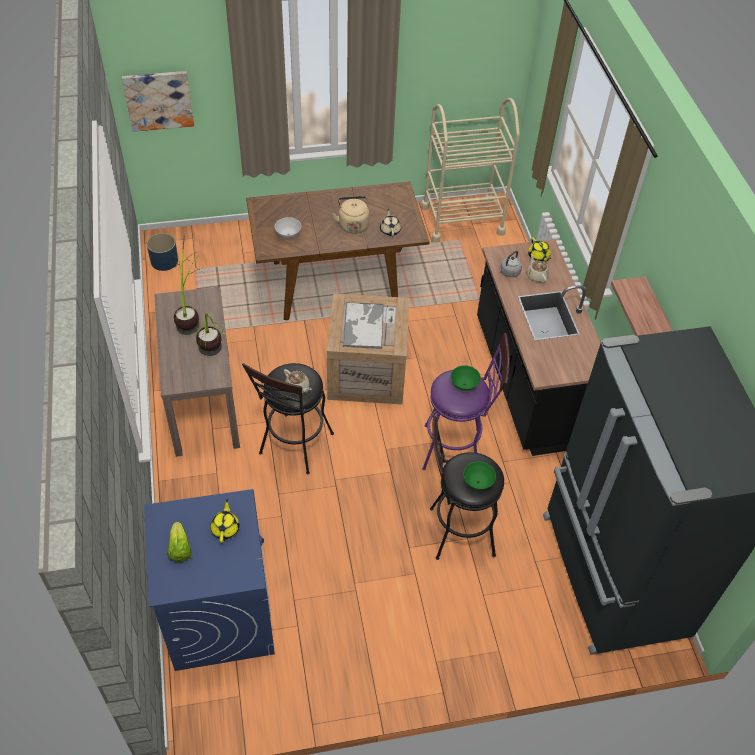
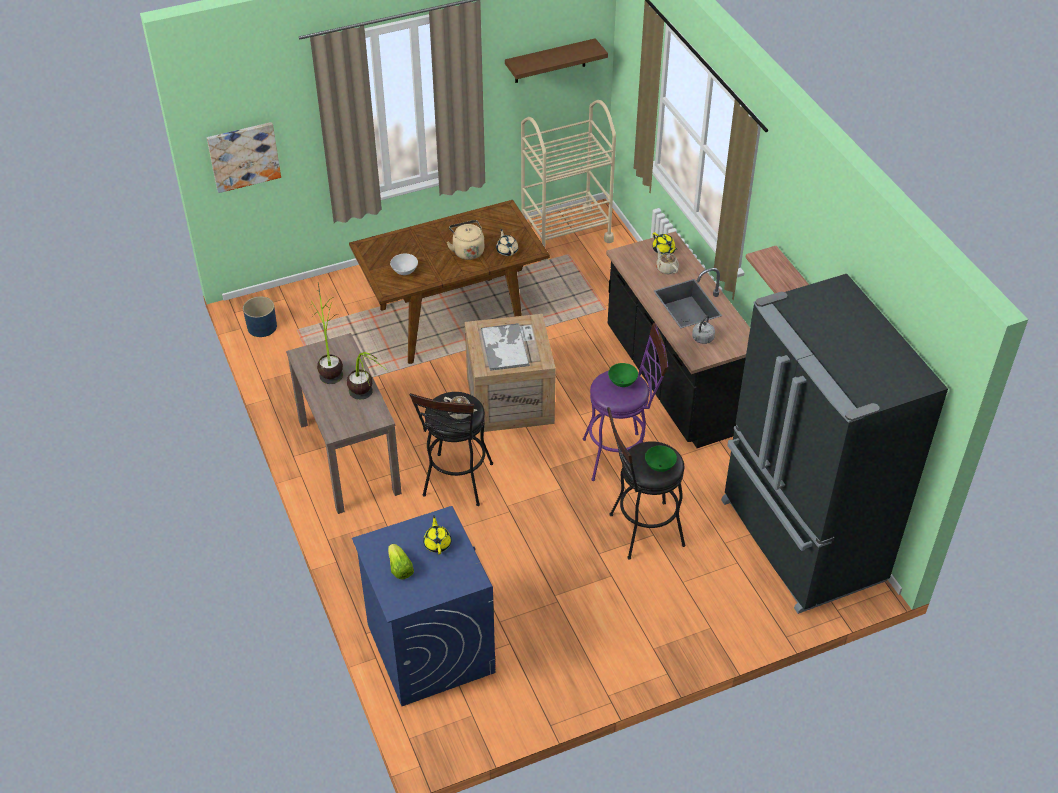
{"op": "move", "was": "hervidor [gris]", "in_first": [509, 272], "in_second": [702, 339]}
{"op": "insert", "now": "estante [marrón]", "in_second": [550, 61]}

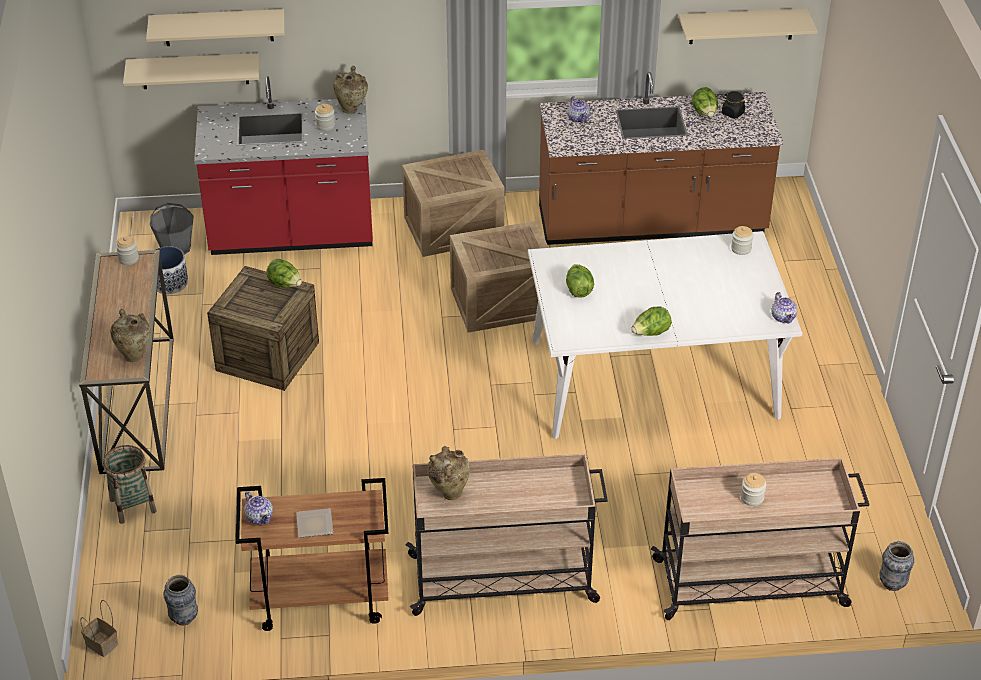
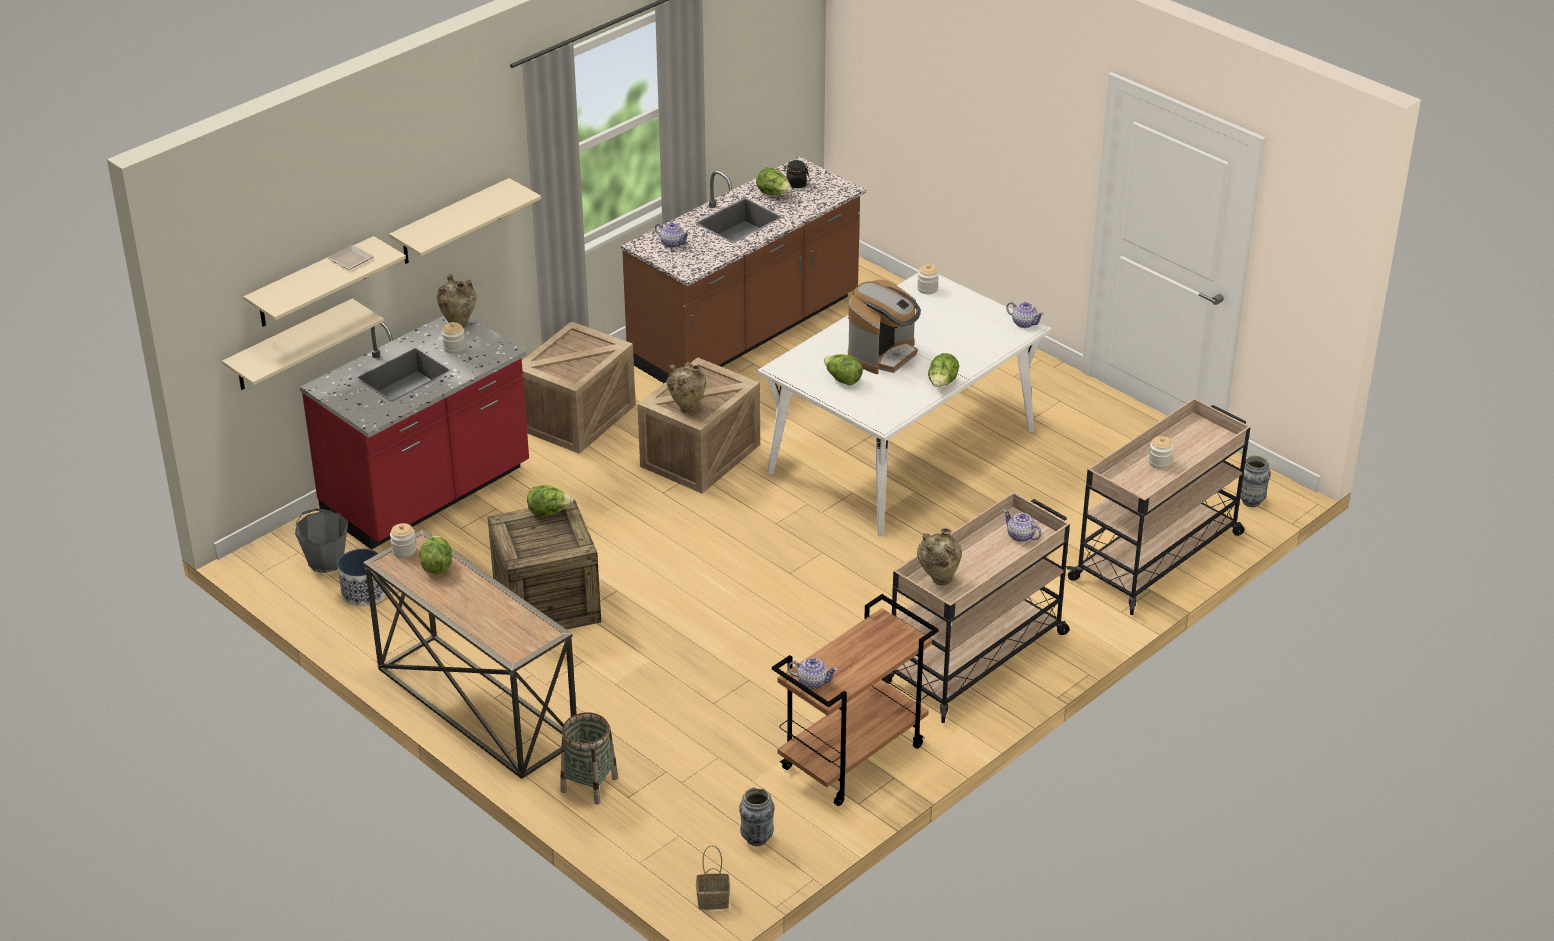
{"op": "move", "was": "estante [beis]", "in_first": [741, 26], "in_second": [451, 222]}
{"op": "move", "was": "florero [beis]", "in_first": [134, 355], "in_second": [687, 408]}
{"op": "move", "was": "plato", "in_first": [316, 525], "in_second": [352, 259]}
{"op": "insert", "now": "cafetera", "in_second": [883, 354]}
{"op": "insert", "now": "tetera", "in_second": [1021, 536]}
{"op": "insert", "now": "lechuga", "in_second": [436, 566]}

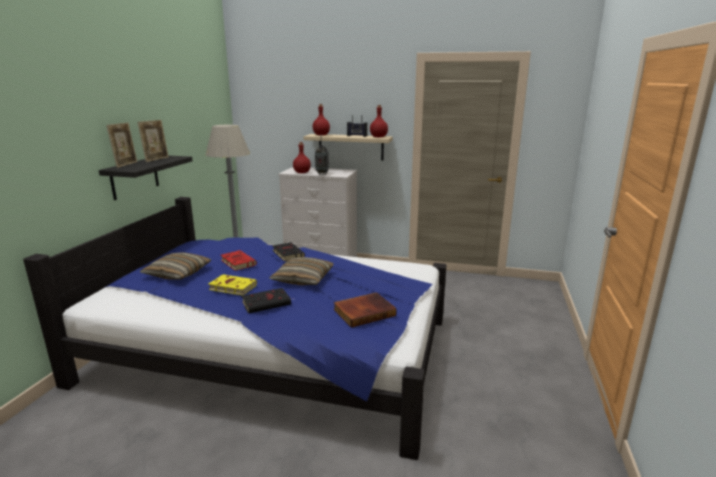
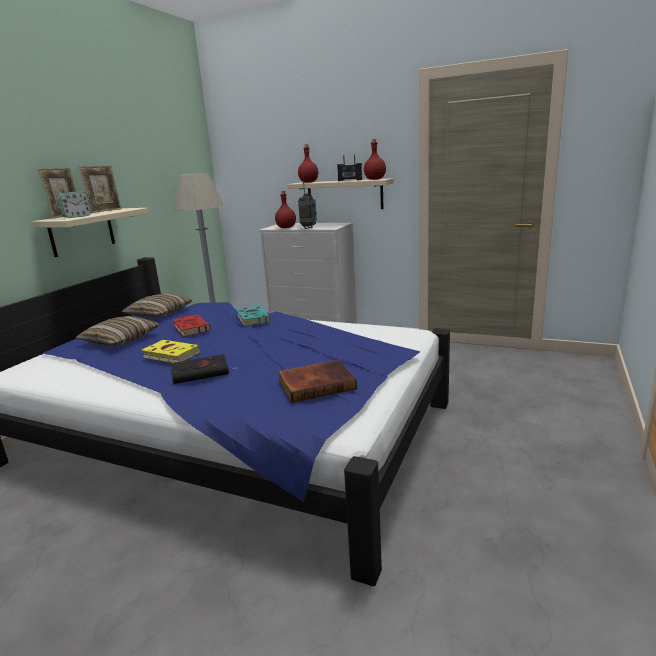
{"op": "recolor", "was": "estante [negro]", "now": "estante [beis]", "in_first": [134, 177], "in_second": [82, 232]}
{"op": "recolor", "was": "libro [negro]", "now": "libro [turquesa]", "in_first": [287, 253], "in_second": [252, 318]}
{"op": "move", "was": "cojín", "in_first": [303, 279], "in_second": [159, 313]}
{"op": "insert", "now": "despertador", "in_second": [77, 216]}

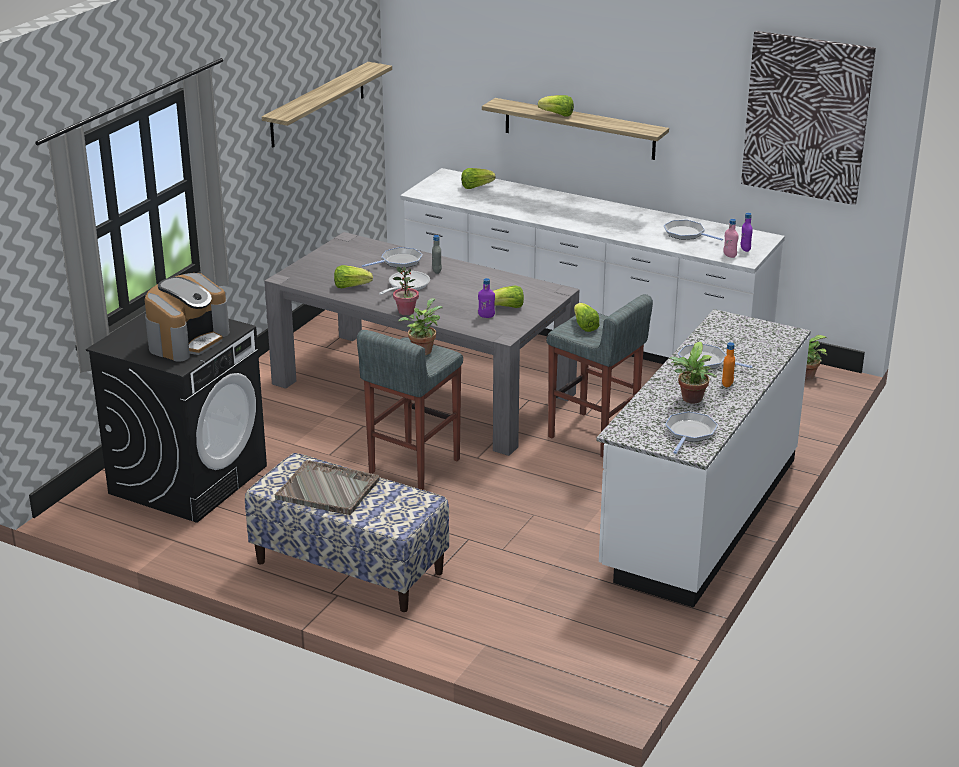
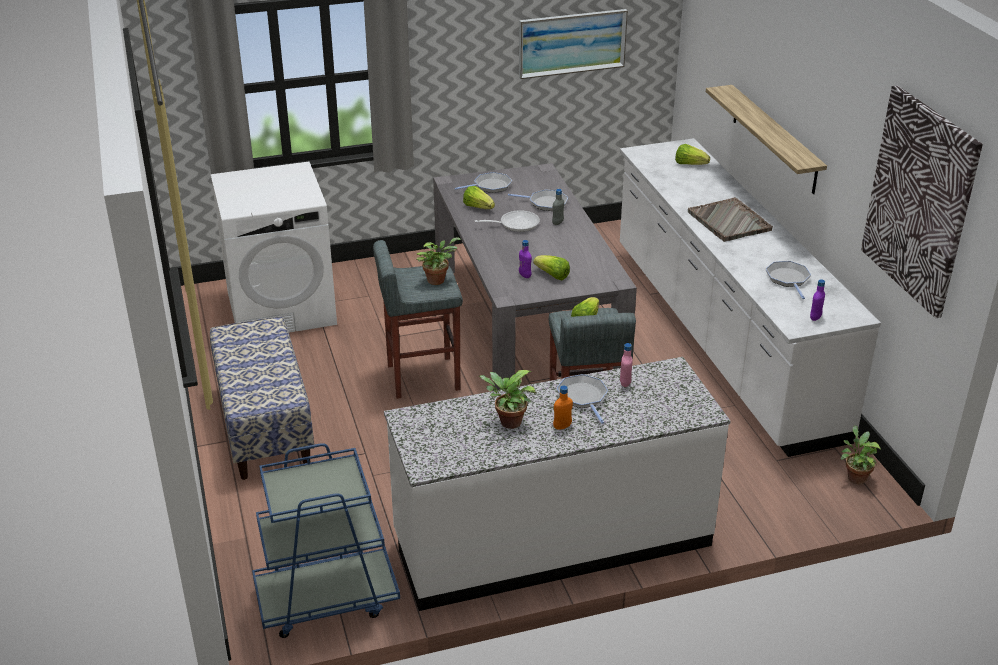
{"op": "replace", "was": "estante", "now": "cuadro", "in_first": [318, 104], "in_second": [572, 43]}
{"op": "delete", "was": "lechuga", "in_first": [557, 115]}
{"op": "move", "was": "botella [rosa]", "in_first": [729, 255], "in_second": [625, 383]}
{"op": "delete", "was": "planta en maceta", "in_first": [406, 312]}
{"op": "delete", "was": "cafetera", "in_first": [187, 340]}
{"op": "recolor", "was": "lavadora [negro]", "now": "lavadora [blanco]", "in_first": [189, 479], "in_second": [282, 308]}
{"op": "move", "was": "sartén", "in_first": [689, 433], "in_second": [490, 186]}
{"op": "move", "was": "bandeja [gris]", "in_first": [328, 490], "in_second": [729, 221]}
{"op": "insert", "now": "carrito [azul]", "in_second": [326, 599]}

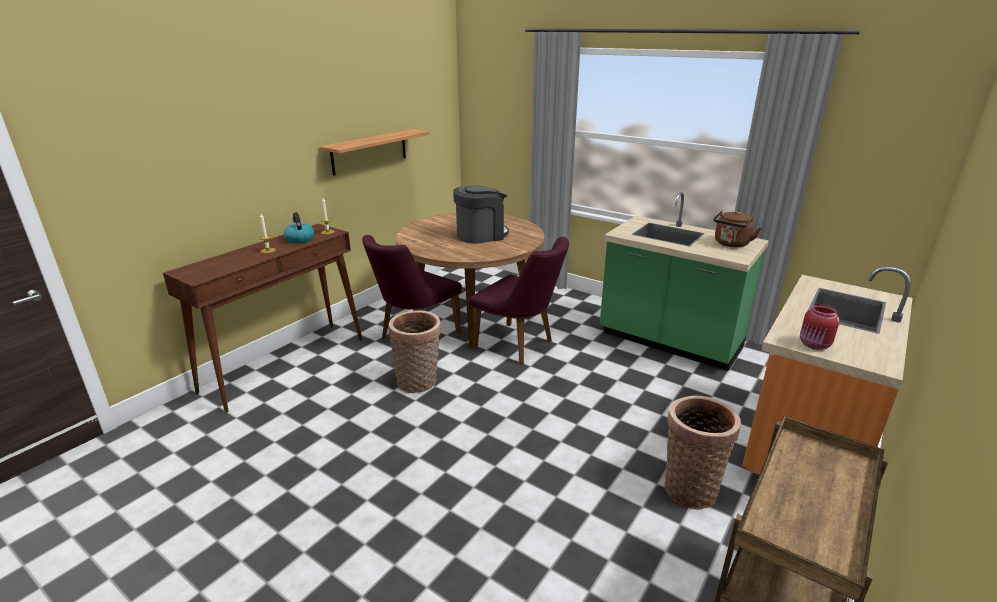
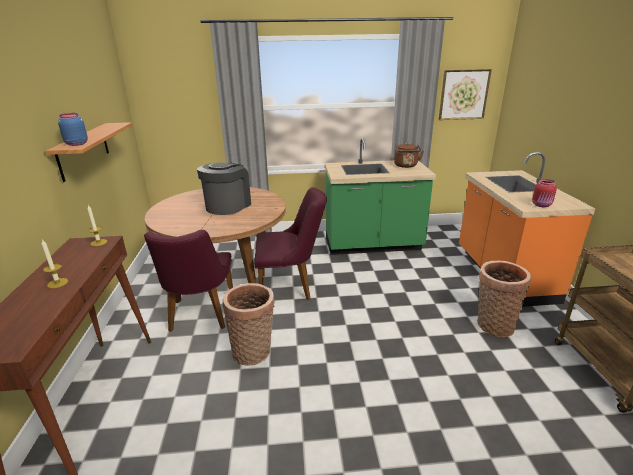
{"op": "delete", "was": "hervidor", "in_first": [299, 239]}
{"op": "insert", "now": "cuadro", "in_second": [463, 95]}
{"op": "insert", "now": "tarro [azul]", "in_second": [76, 144]}

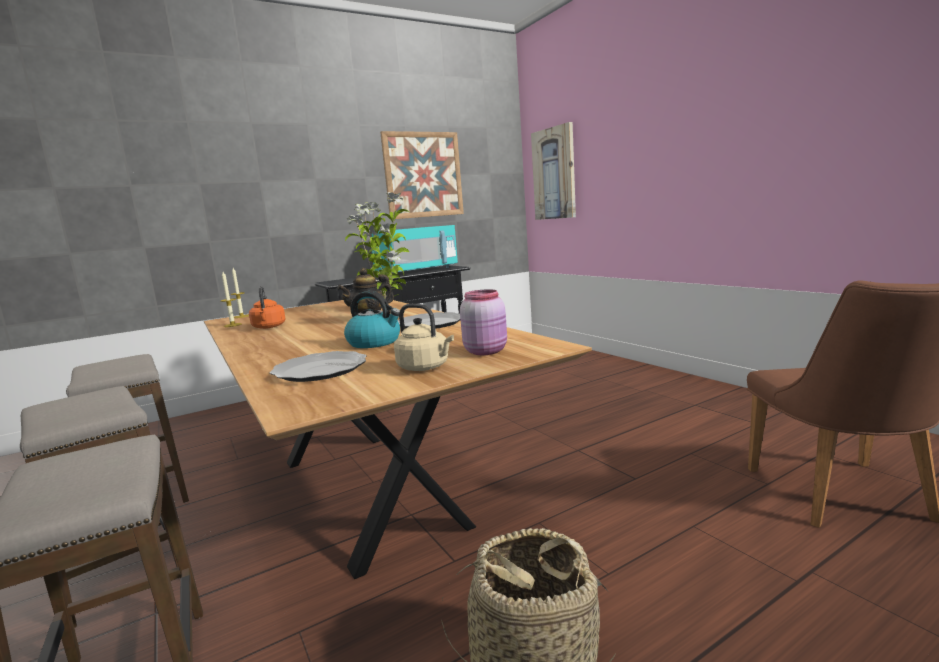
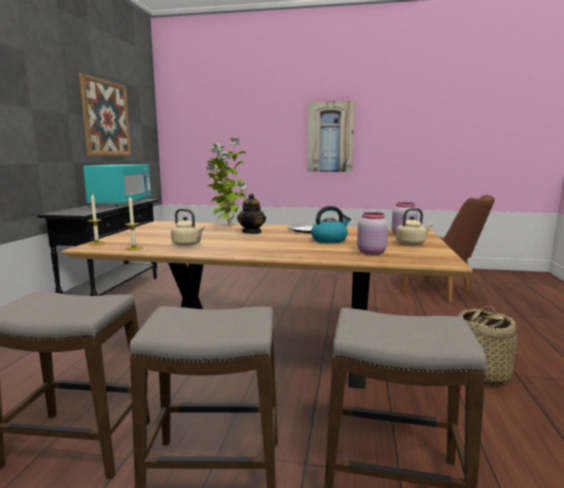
{"op": "move", "was": "cuadro", "in_first": [554, 174], "in_second": [330, 137]}
{"op": "recolor", "was": "hervidor [naranja]", "now": "hervidor [beis]", "in_first": [268, 327], "in_second": [188, 244]}
{"op": "replace", "was": "plato", "now": "tarro [rosa]", "in_first": [321, 370], "in_second": [370, 252]}

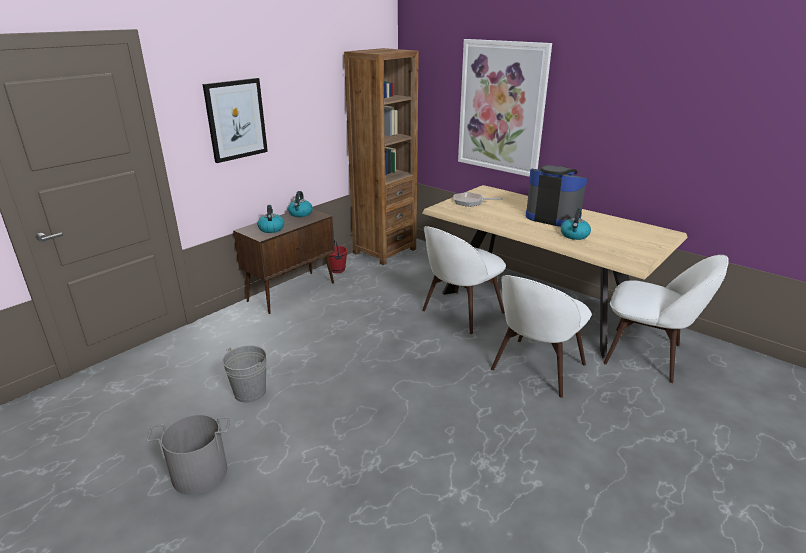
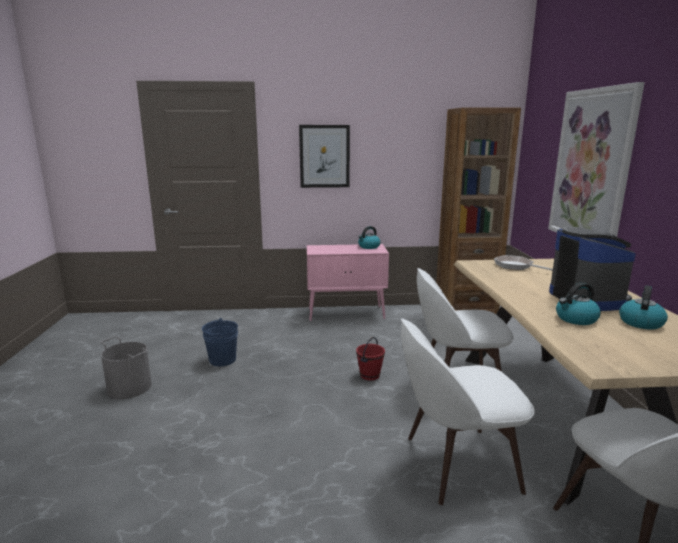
{"op": "move", "was": "hervidor", "in_first": [271, 229], "in_second": [640, 322]}
{"op": "recolor", "was": "armario [marrón]", "now": "armario [rosa]", "in_first": [292, 292], "in_second": [347, 314]}
{"op": "move", "was": "cubo [rojo]", "in_first": [337, 270], "in_second": [369, 375]}
{"op": "recolor", "was": "cubo [gris]", "now": "cubo [azul]", "in_first": [250, 392], "in_second": [222, 360]}

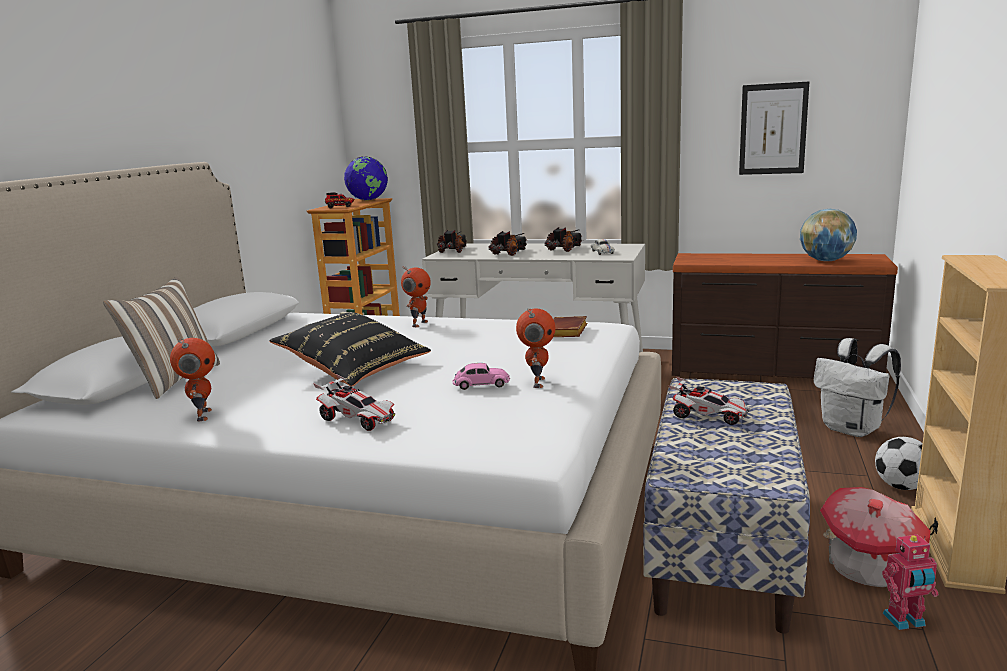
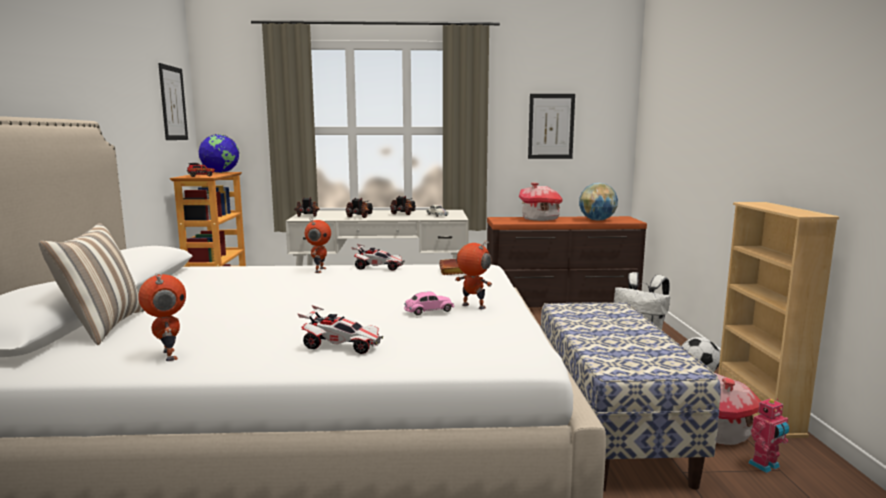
{"op": "rotate", "was": "robot de juguete", "in_first": [537, 382], "in_second": [472, 307], "clockwise": -45}
{"op": "delete", "was": "cojín [negro]", "in_first": [354, 369]}
{"op": "move", "was": "coche de juguete", "in_first": [708, 416], "in_second": [378, 268]}
{"op": "insert", "now": "cuadro", "in_second": [173, 103]}
{"op": "insert", "now": "casita", "in_second": [540, 219]}

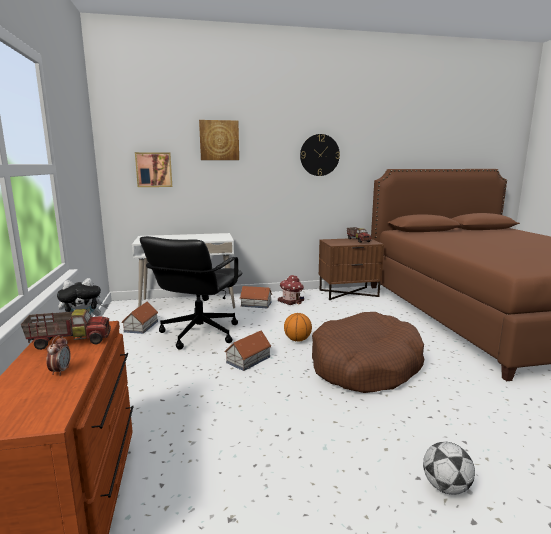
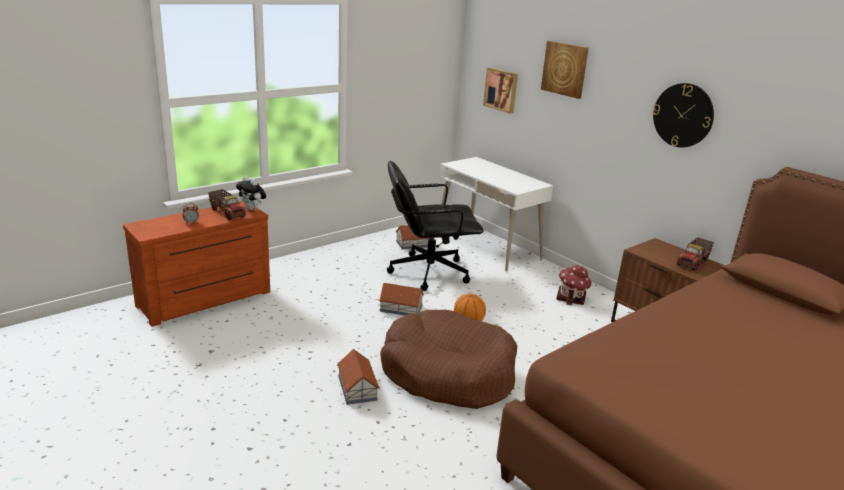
{"op": "move", "was": "casita", "in_first": [256, 304], "in_second": [357, 388]}
{"op": "delete", "was": "balón de fútbol", "in_first": [445, 487]}

